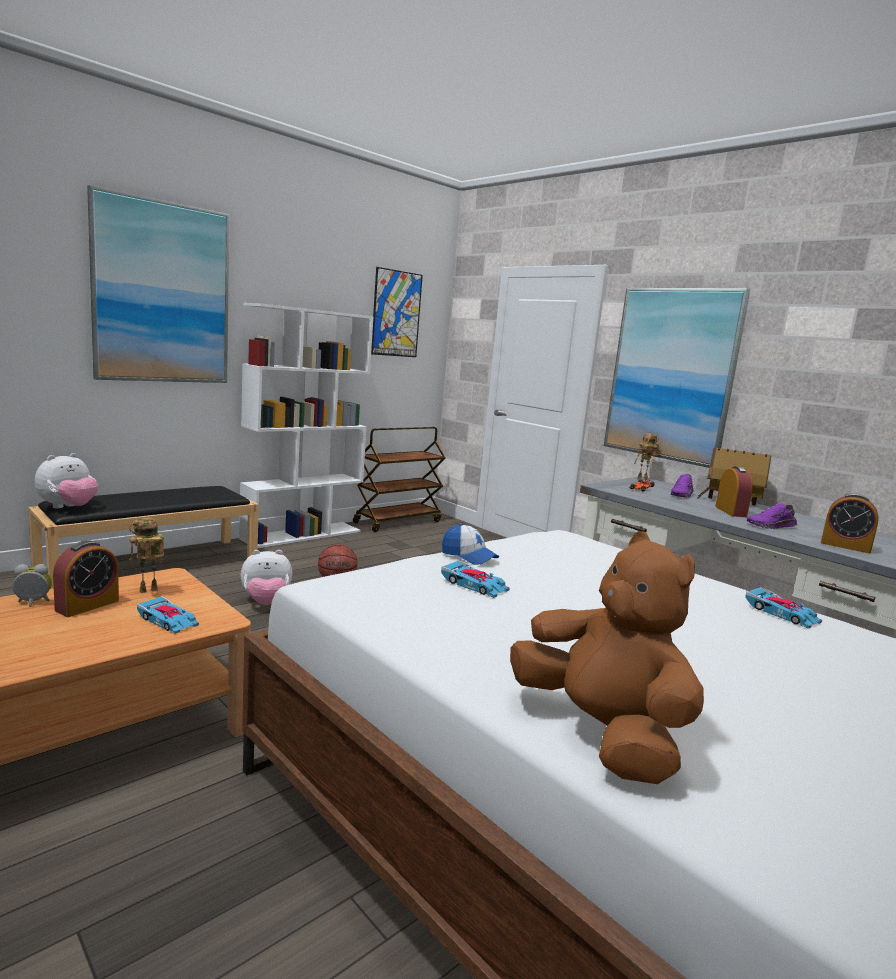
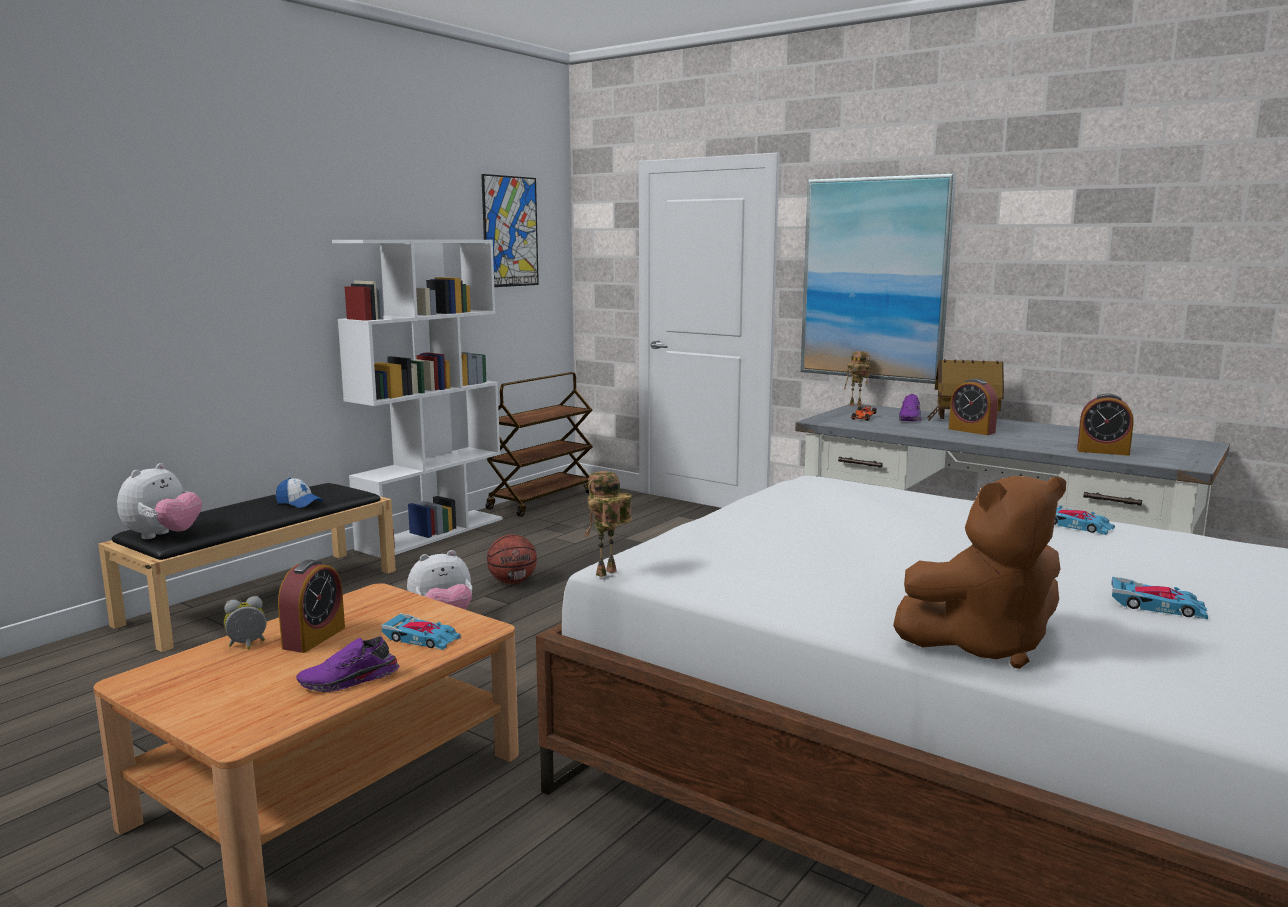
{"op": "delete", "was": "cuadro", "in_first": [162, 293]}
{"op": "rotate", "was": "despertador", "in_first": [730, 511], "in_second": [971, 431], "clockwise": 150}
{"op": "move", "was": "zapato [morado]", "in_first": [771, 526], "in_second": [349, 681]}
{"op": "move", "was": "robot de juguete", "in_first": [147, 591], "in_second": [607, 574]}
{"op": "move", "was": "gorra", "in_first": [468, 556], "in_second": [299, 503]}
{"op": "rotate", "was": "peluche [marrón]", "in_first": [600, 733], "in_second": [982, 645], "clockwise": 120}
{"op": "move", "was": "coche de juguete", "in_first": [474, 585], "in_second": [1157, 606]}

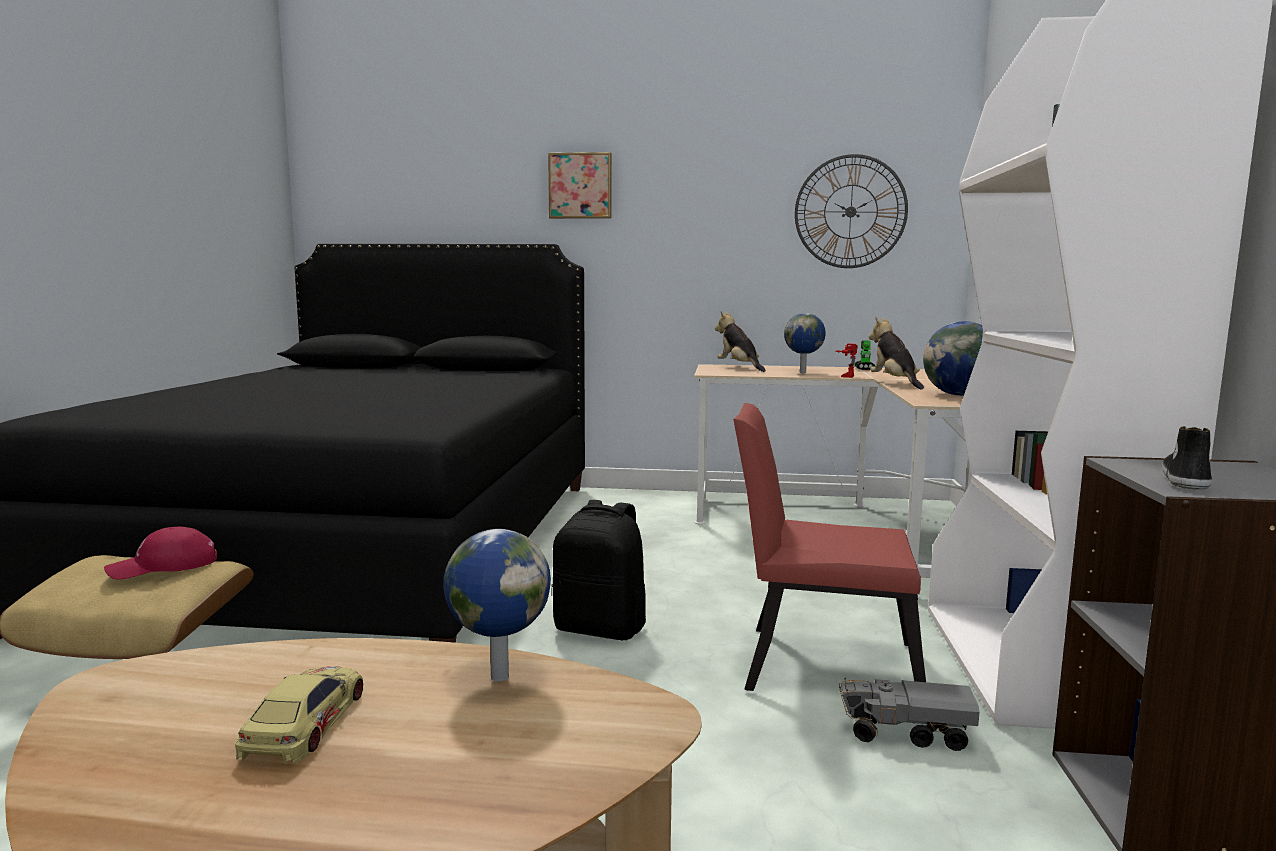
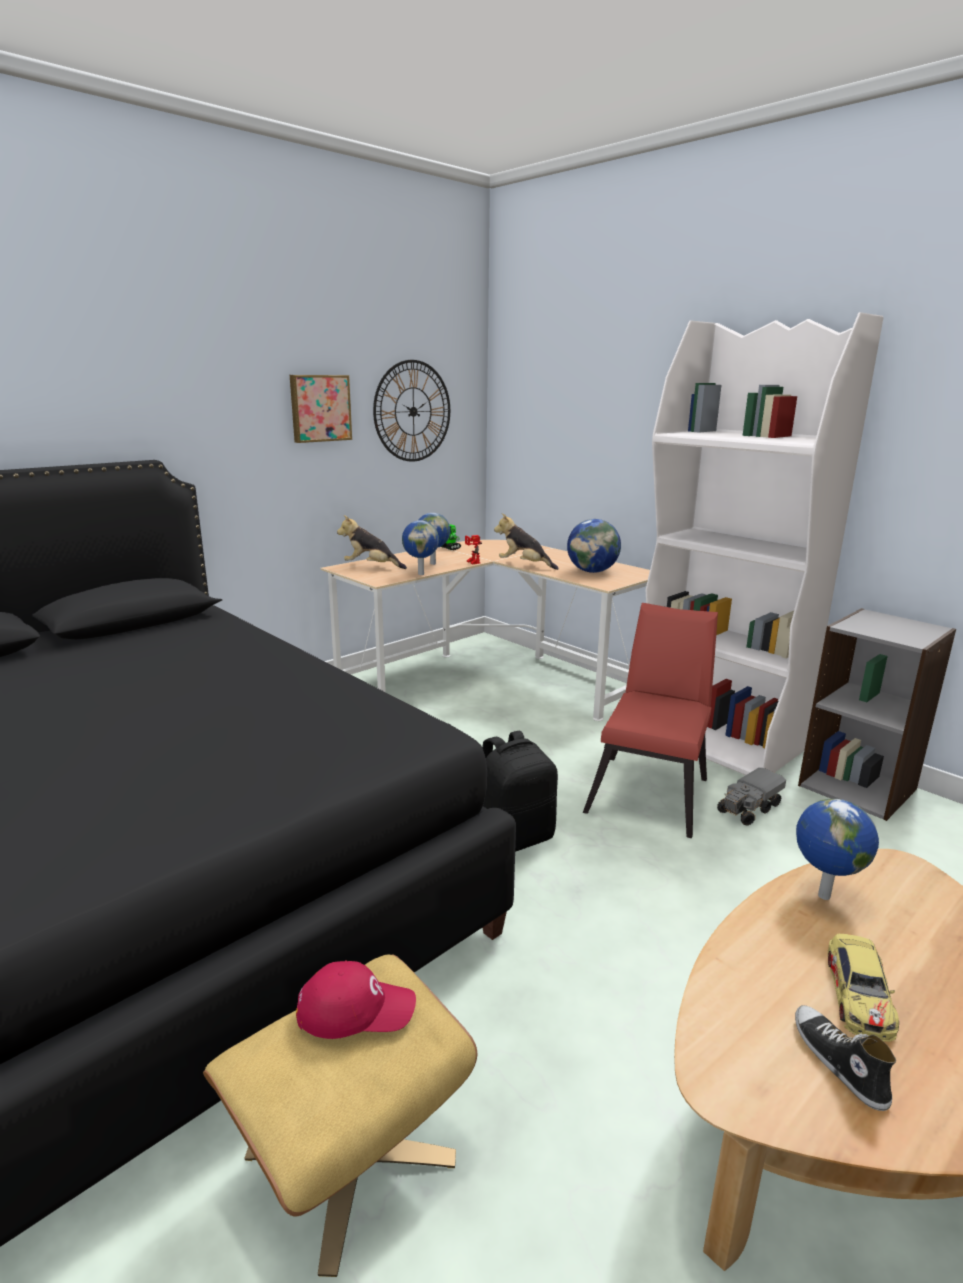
{"op": "move", "was": "cuadro", "in_first": [580, 186], "in_second": [320, 408]}
{"op": "rotate", "was": "silla [rojo]", "in_first": [818, 664], "in_second": [651, 791], "clockwise": 150}
{"op": "move", "was": "zapato", "in_first": [1184, 479], "in_second": [837, 1062]}
{"op": "rotate", "was": "gorra [rojo]", "in_first": [163, 566], "in_second": [356, 1008], "clockwise": -105}
{"op": "rotate", "was": "coche de juguete", "in_first": [306, 723], "in_second": [859, 993], "clockwise": -120}
{"op": "insert", "now": "globo terráqueo", "in_second": [421, 574]}

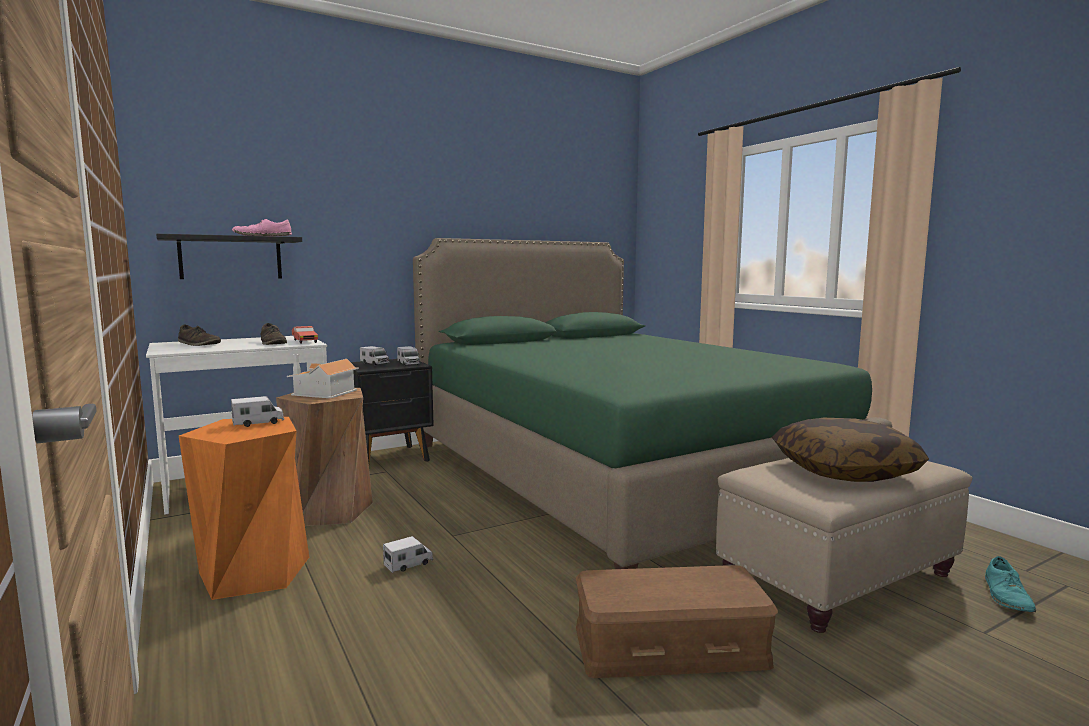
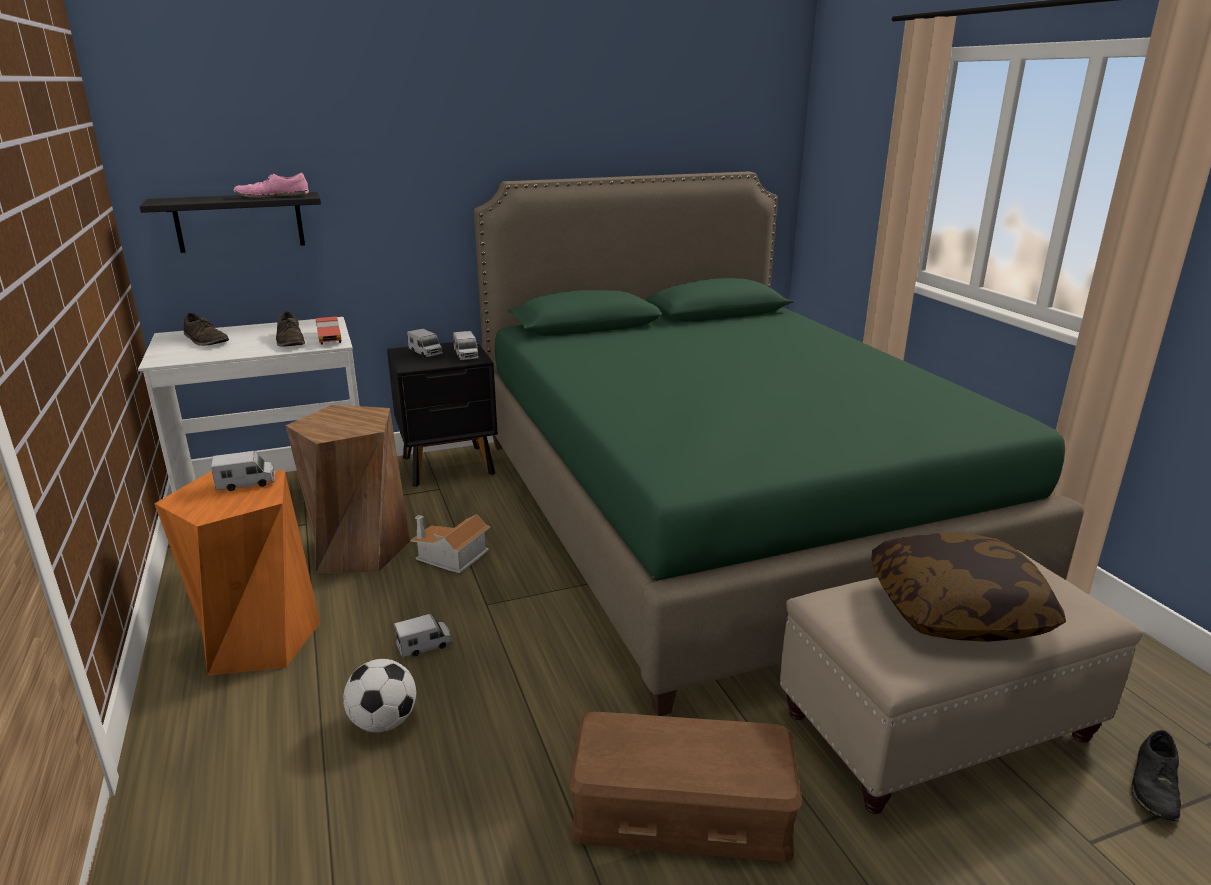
{"op": "move", "was": "casita", "in_first": [323, 393], "in_second": [451, 557]}
{"op": "recolor", "was": "zapato [turquesa]", "now": "zapato [negro]", "in_first": [1007, 596], "in_second": [1155, 786]}
{"op": "insert", "now": "balón de fútbol", "in_second": [383, 722]}

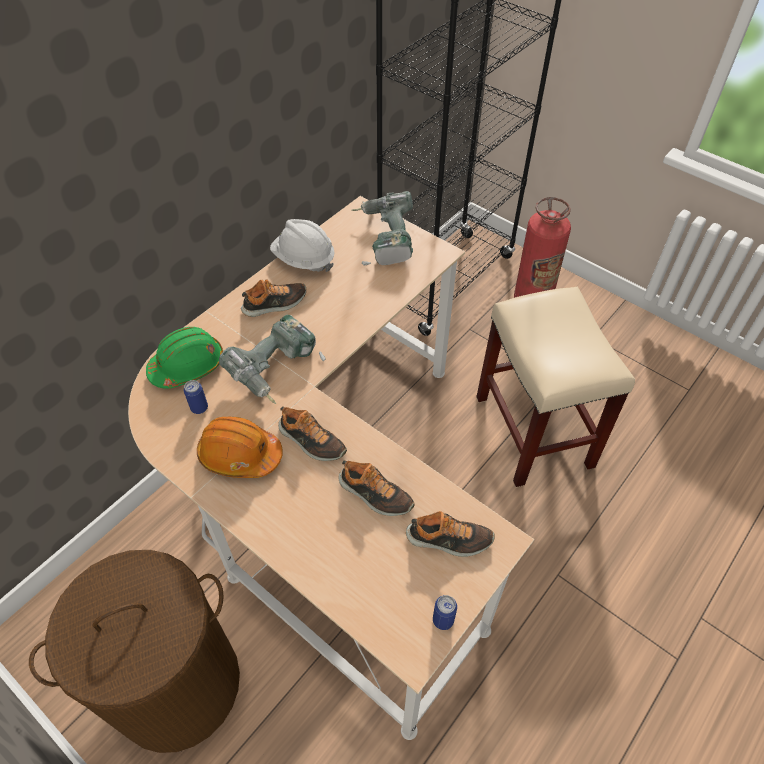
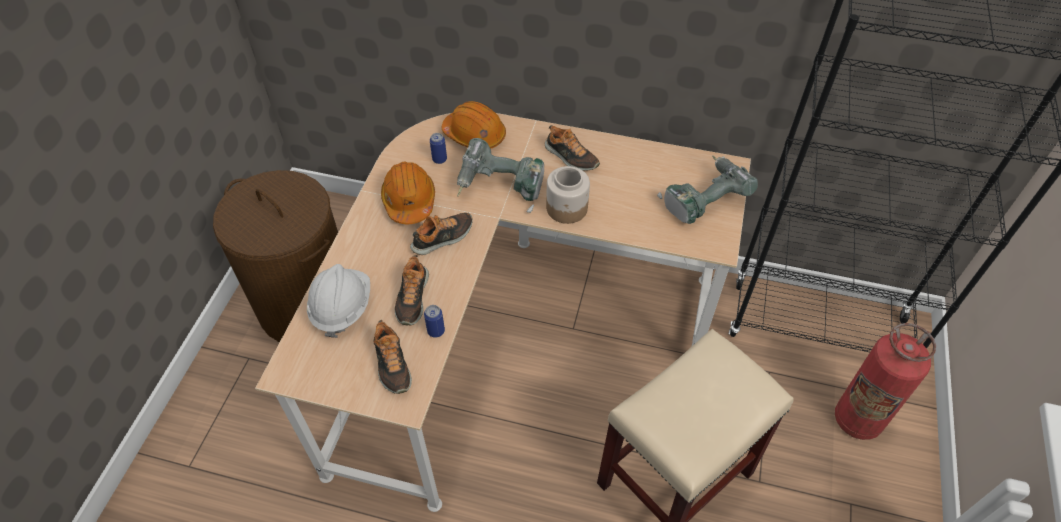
{"op": "move", "was": "casco [blanco]", "in_first": [303, 259], "in_second": [341, 308]}
{"op": "recolor", "was": "casco [verde]", "now": "casco [naranja]", "in_first": [188, 366], "in_second": [474, 135]}
{"op": "rotate", "was": "zapato", "in_first": [311, 441], "in_second": [443, 238], "clockwise": -135}
{"op": "move", "was": "lata", "in_first": [443, 620], "in_second": [436, 331]}
{"op": "insert", "now": "tarro", "in_second": [567, 208]}

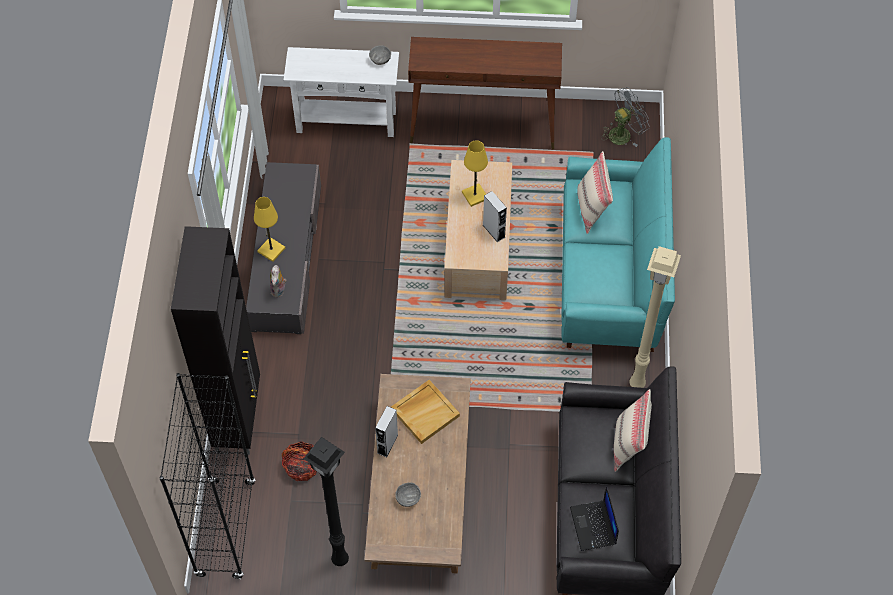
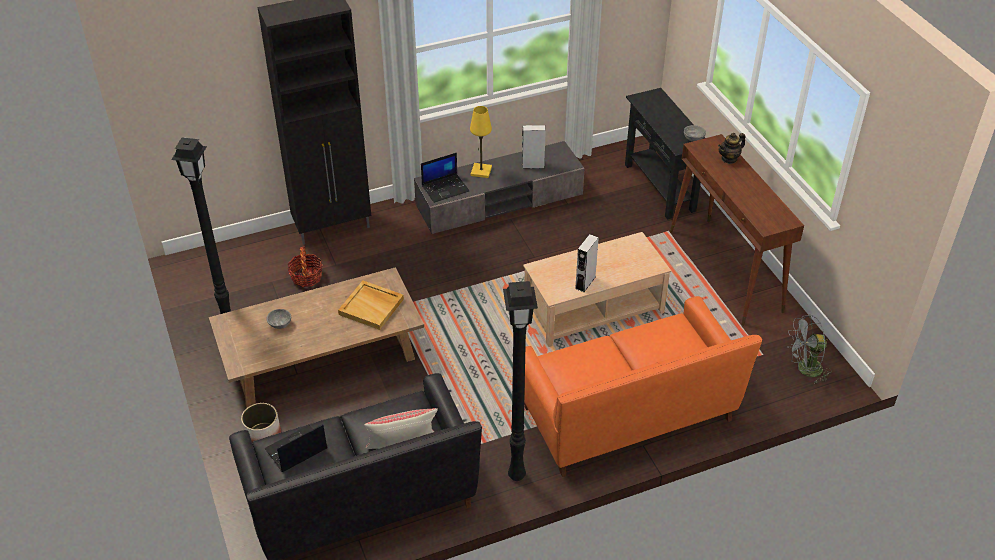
{"op": "recolor", "was": "mesa consola [blanco]", "now": "mesa consola [negro]", "in_first": [346, 121], "in_second": [659, 187]}
{"op": "rotate", "was": "ventilador [gris]", "in_first": [623, 133], "in_second": [804, 370], "clockwise": 135}
{"op": "recolor", "was": "sofá [turquesa]", "now": "sofá [naranja]", "in_first": [610, 277], "in_second": [627, 414]}
{"op": "delete", "was": "lámpara de mesa [amarillo]", "in_first": [475, 196]}
{"op": "delete", "was": "cojín [beis]", "in_first": [592, 209]}
{"op": "recolor", "was": "lámpara de pie [beis]", "now": "lámpara de pie [negro]", "in_first": [637, 385], "in_second": [515, 476]}
{"op": "replace", "was": "peluche", "now": "portátil", "in_first": [279, 290], "in_second": [445, 188]}
{"op": "delete", "was": "estantería [negro]", "in_first": [225, 529]}
{"op": "move", "was": "altavoz [gris]", "in_first": [387, 444], "in_second": [533, 165]}
{"op": "insert", "now": "tetera", "in_second": [729, 159]}
{"op": "insert", "now": "maceta", "in_second": [263, 436]}

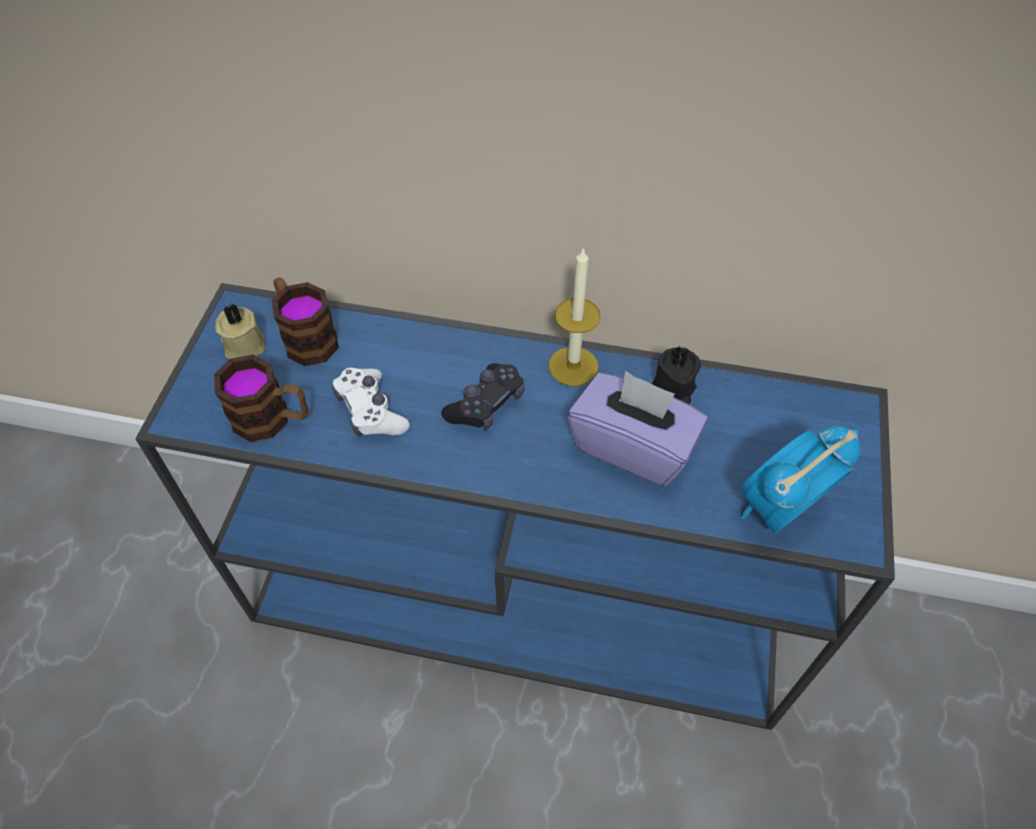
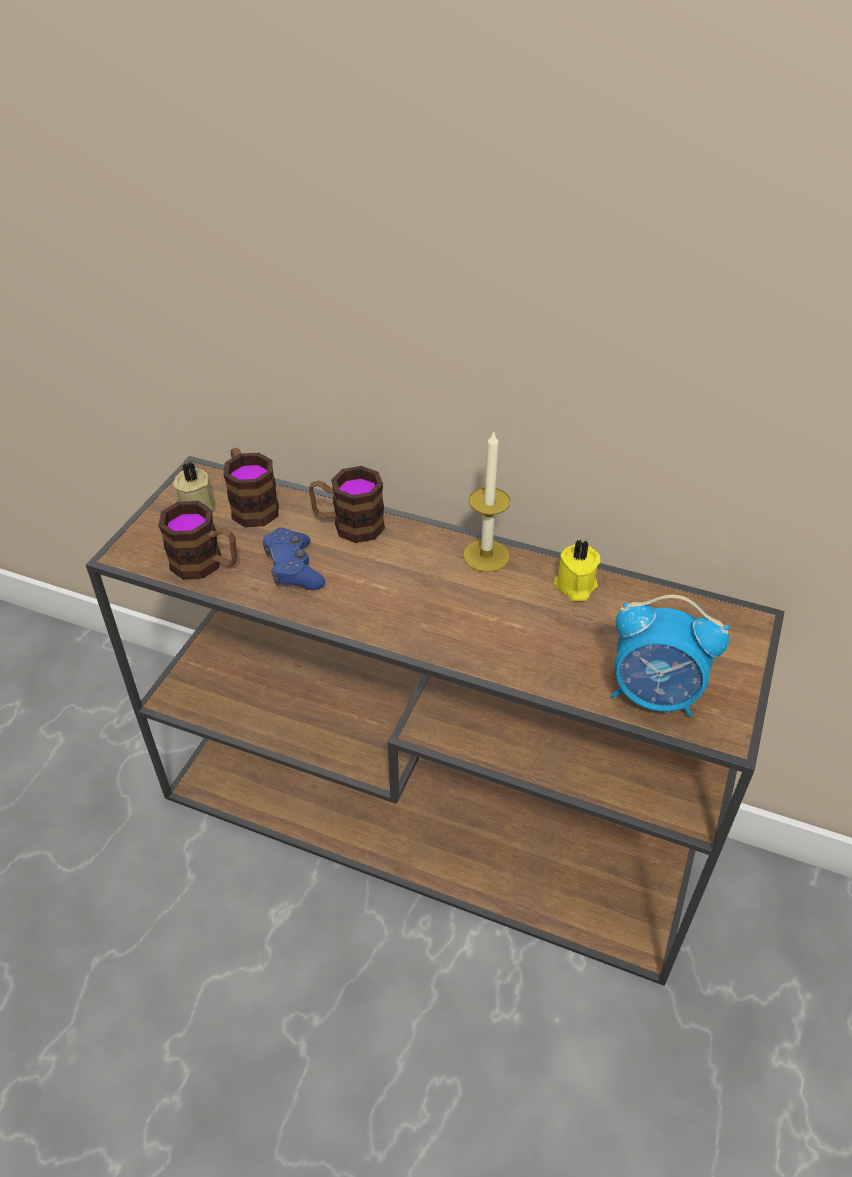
{"op": "recolor", "was": "mesa consola [azul]", "now": "mesa consola [marrón]", "in_first": [523, 600], "in_second": [431, 820]}
{"op": "recolor", "was": "vela [negro]", "now": "vela [amarillo]", "in_first": [673, 390], "in_second": [575, 586]}
{"op": "delete", "was": "mando de consola [negro]", "in_first": [486, 404]}
{"op": "recolor", "was": "mando de consola [blanco]", "now": "mando de consola [azul]", "in_first": [371, 411], "in_second": [294, 569]}
{"op": "delete", "was": "caja de pañuelos [morado]", "in_first": [633, 446]}
{"op": "rotate", "was": "despertador", "in_first": [780, 508], "in_second": [654, 695], "clockwise": -135}
{"op": "insert", "now": "taza grande", "in_second": [348, 525]}

